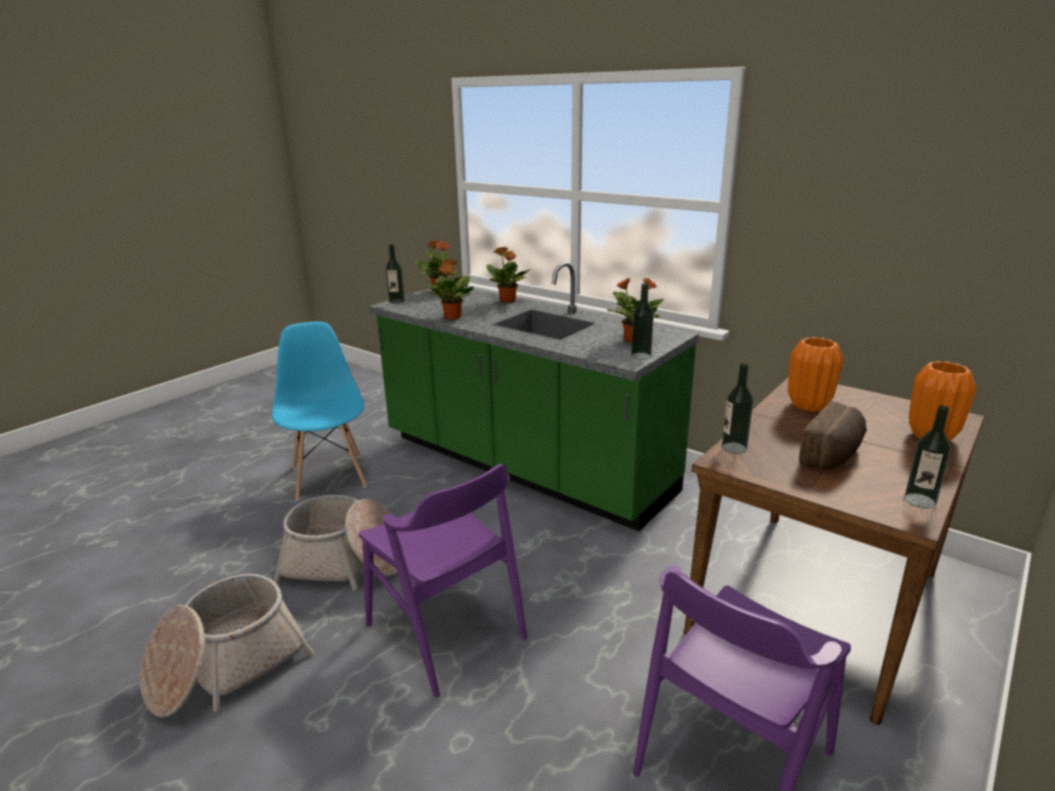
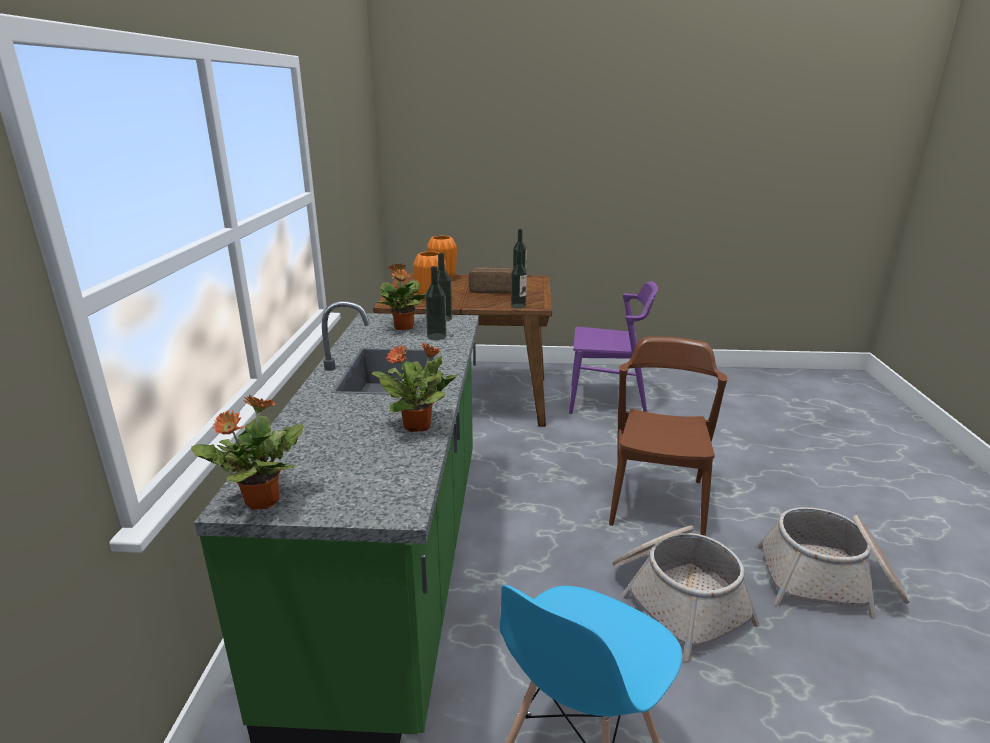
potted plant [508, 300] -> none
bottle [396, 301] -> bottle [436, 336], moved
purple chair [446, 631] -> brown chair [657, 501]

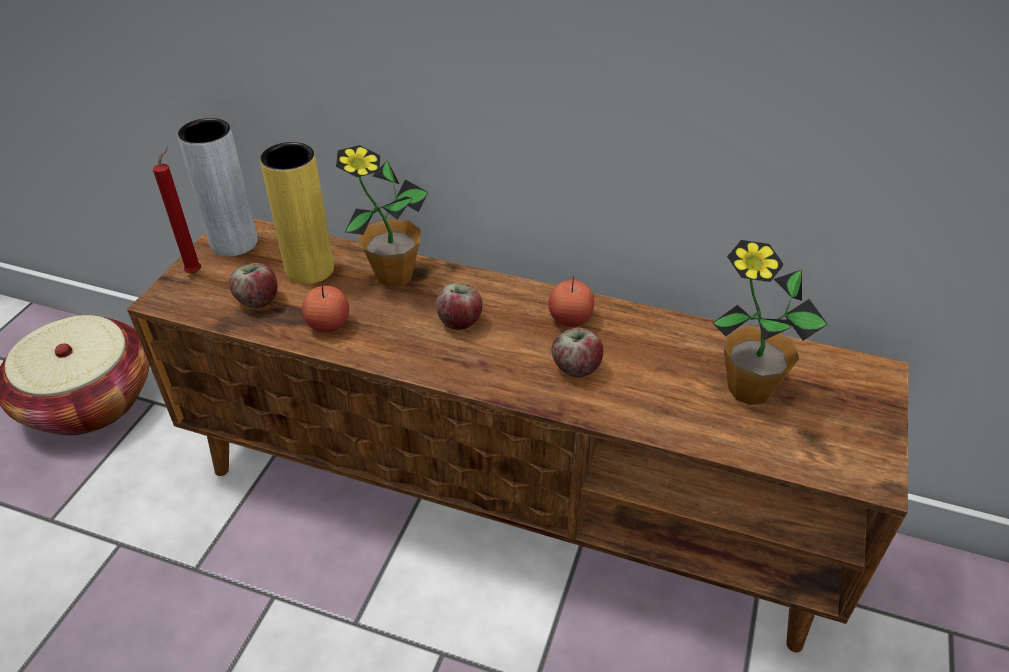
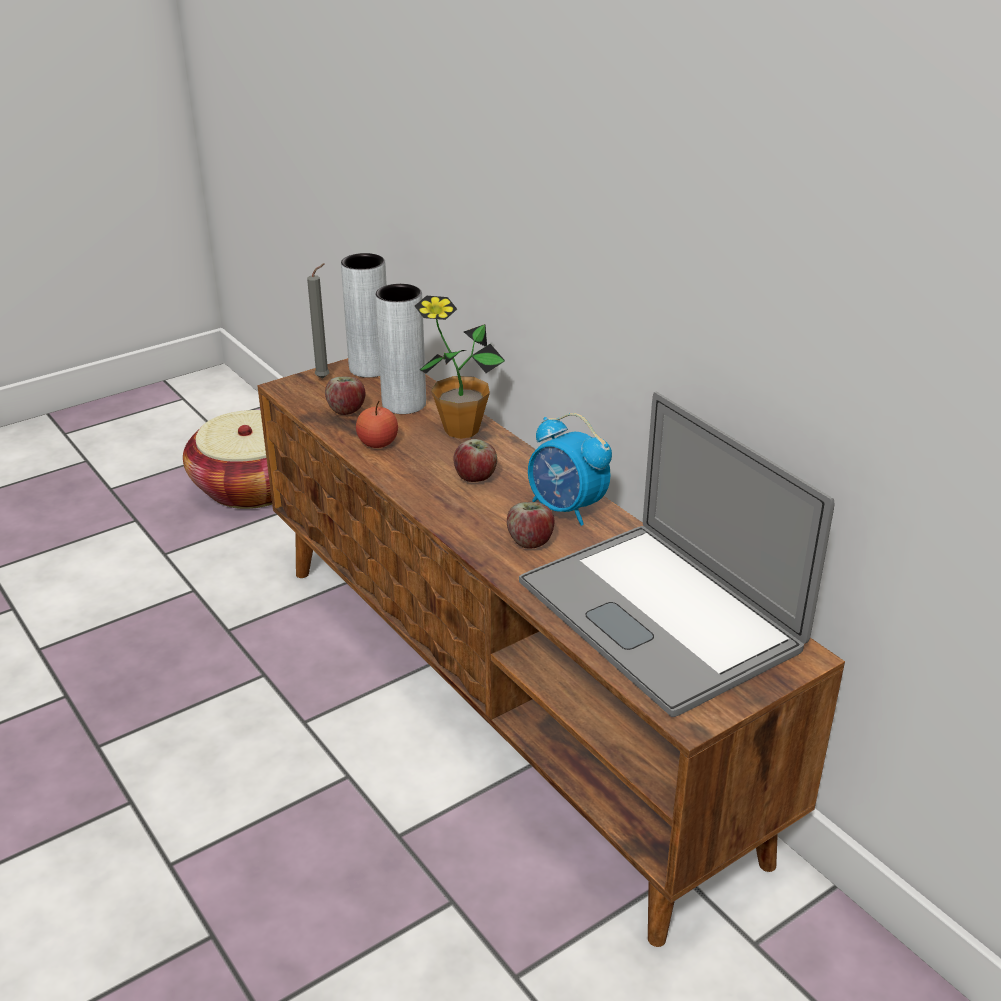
apple [570, 319] -> alarm clock [566, 509]
potted plant [749, 389] -> laptop [658, 615]
red candle [196, 271] -> grey candle [325, 378]
yellow vase [310, 269] -> grey vase [404, 404]

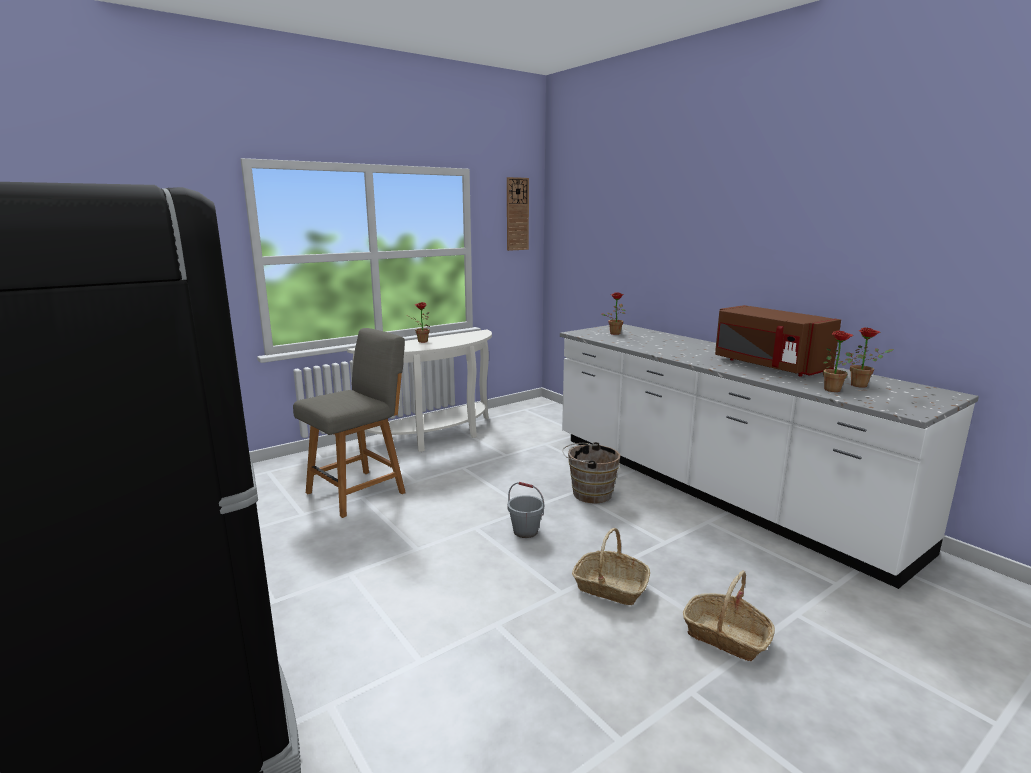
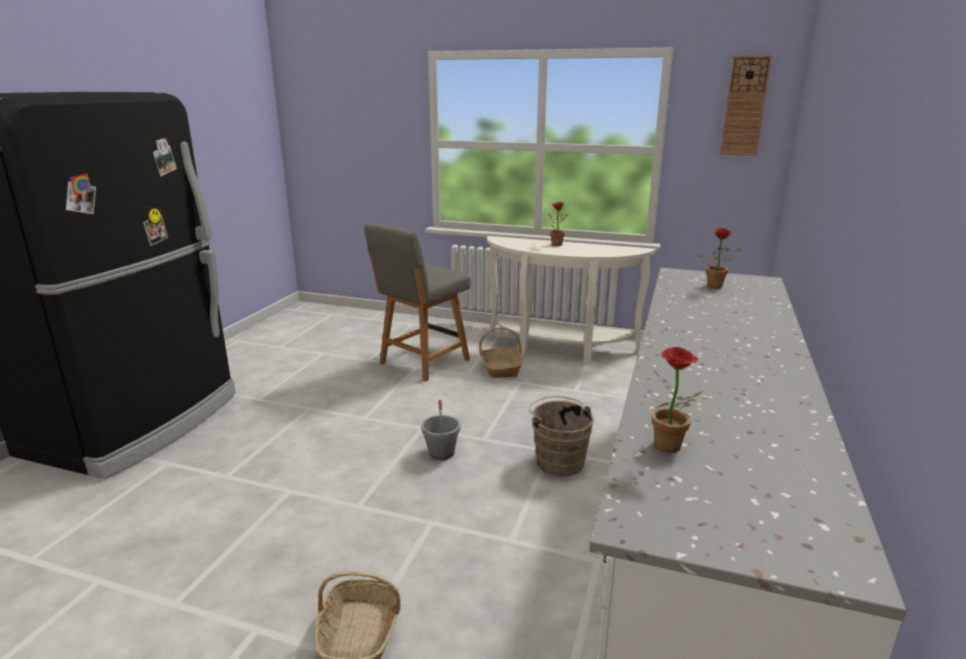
brown microwave [767, 365] -> none
potted plant [862, 385] -> none
basket [610, 587] -> basket [501, 368], moved
grey chair [359, 491] -> grey chair [422, 363], 120 degrees clockwise

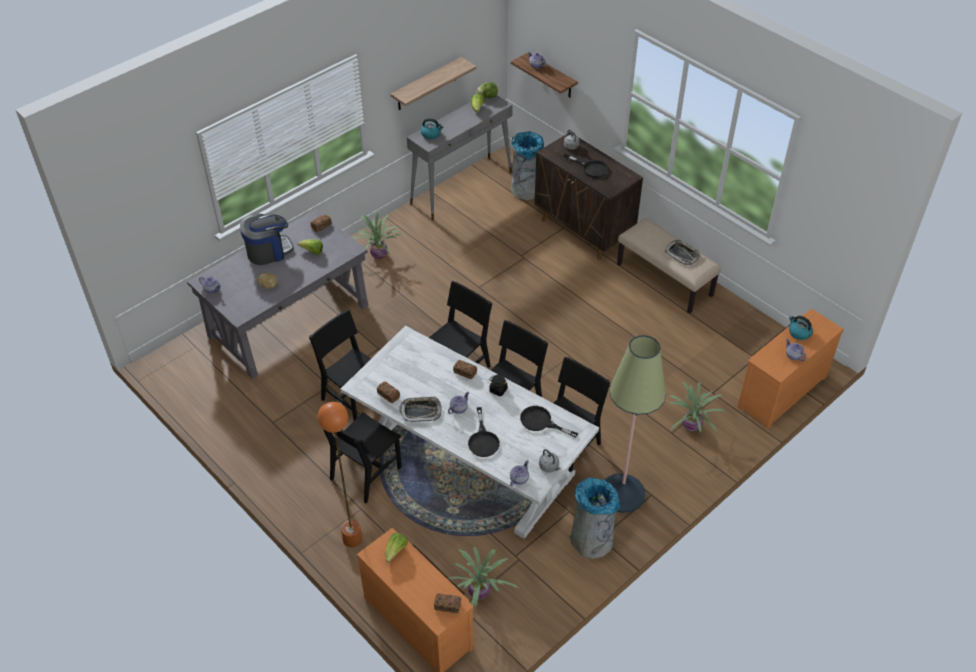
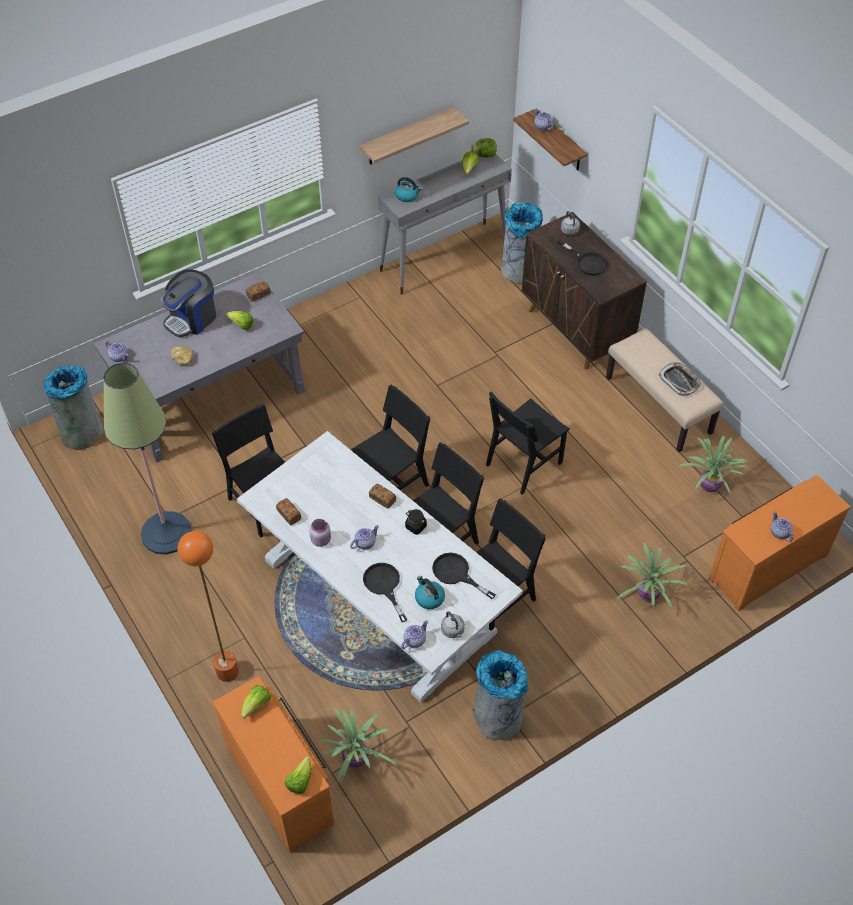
none -> grey trash can [82, 433]
black chair [365, 473] -> black chair [524, 463], moved
potted plant [379, 254] -> potted plant [710, 485], moved
floor lamp [622, 493] -> floor lamp [166, 533], moved
kettle [799, 333] -> kettle [429, 598], moved
tray [421, 411] -> pink jar [321, 540]
bread [447, 606] -> lettuce [300, 781]
coffee machine [268, 251] -> coffee machine [192, 319], 150 degrees clockwise
black frying pan [483, 440] -> black frying pan [384, 586], 150 degrees clockwise

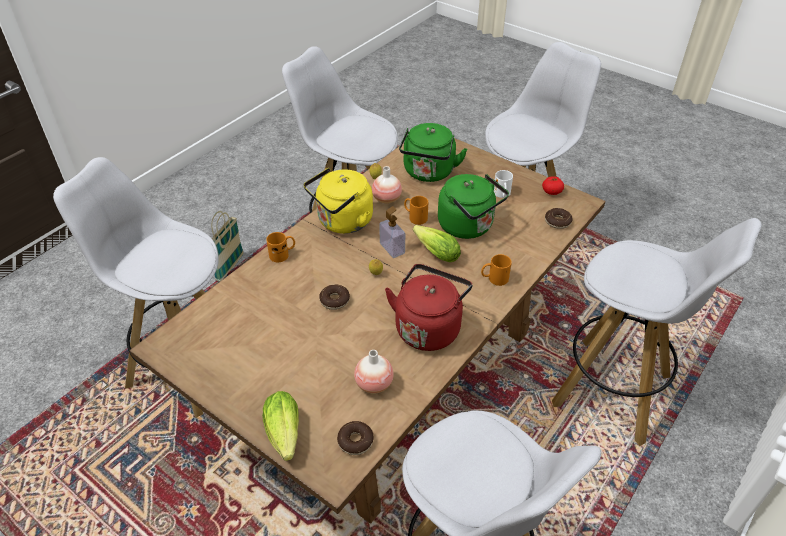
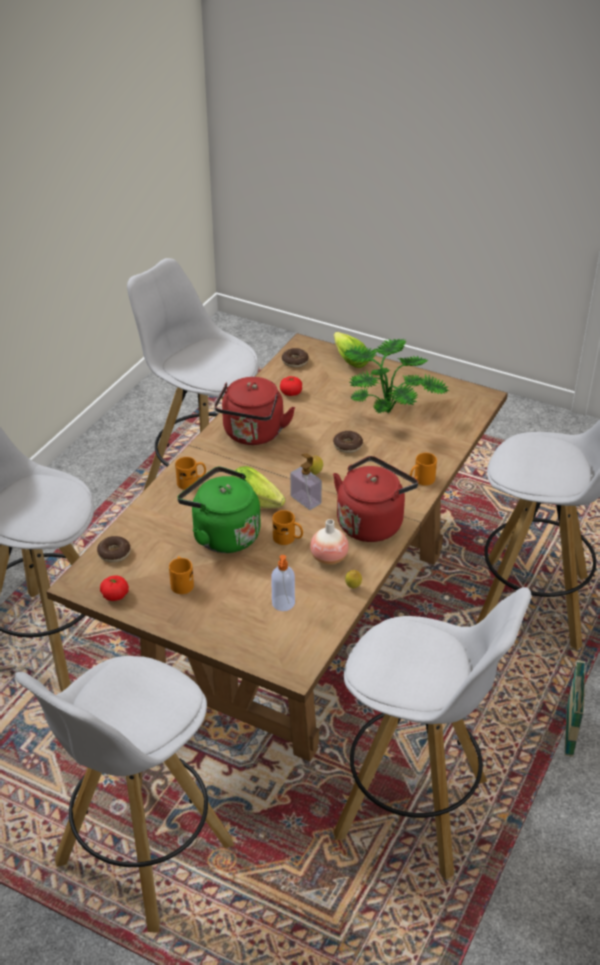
none -> potted plant [390, 408]
vase [374, 384] -> tomato [291, 393]
green kettle [428, 173] -> soap dispenser [283, 604]
yellow kettle [342, 222] -> red kettle [372, 522]
white mug [502, 194] -> orange mug [181, 582]

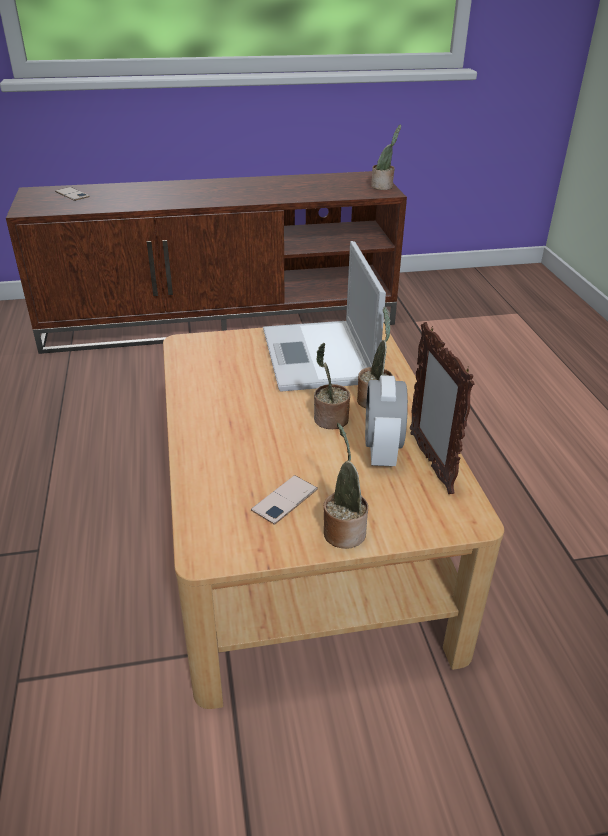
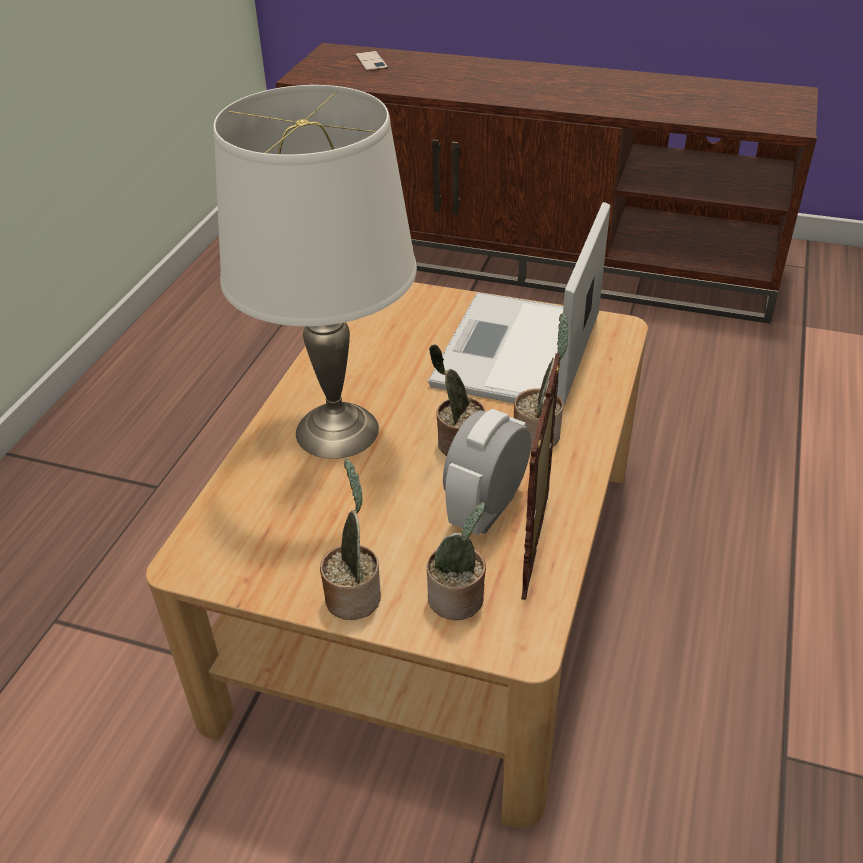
phone [285, 500] -> none
none -> white table lamp [336, 431]
potted plant [383, 187] -> potted plant [458, 601], moved

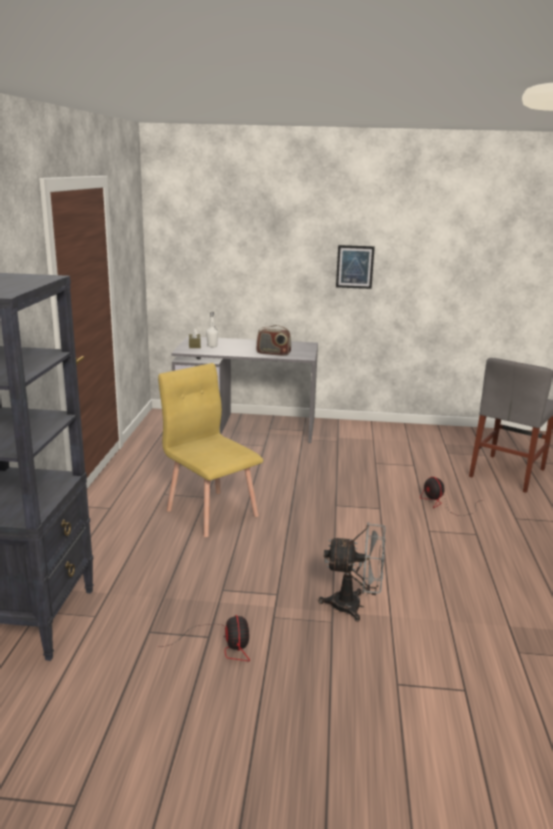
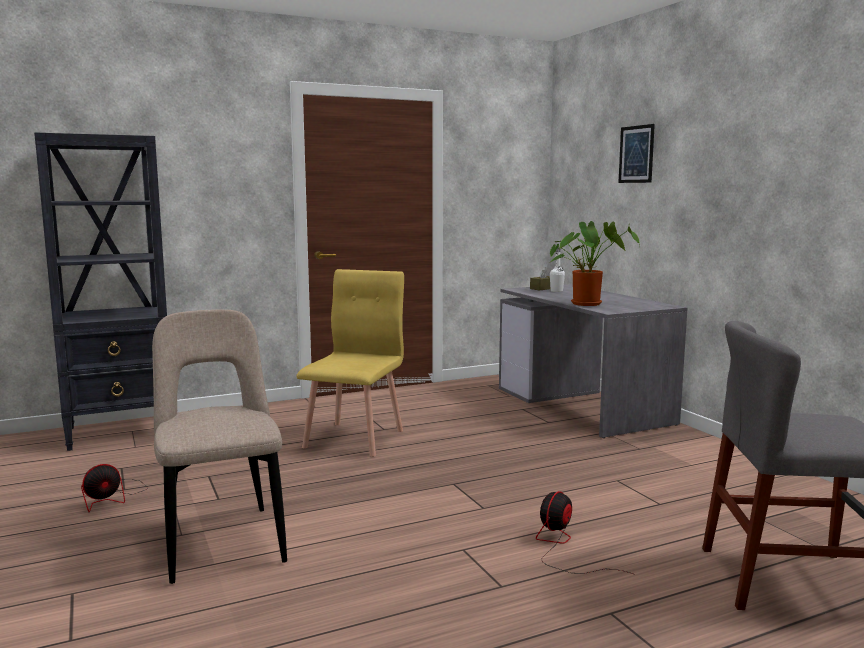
picture [355, 267] -> picture [636, 154], moved
radio [273, 353] -> potted plant [588, 303]
grey fan [354, 606] -> beige chair [222, 539]

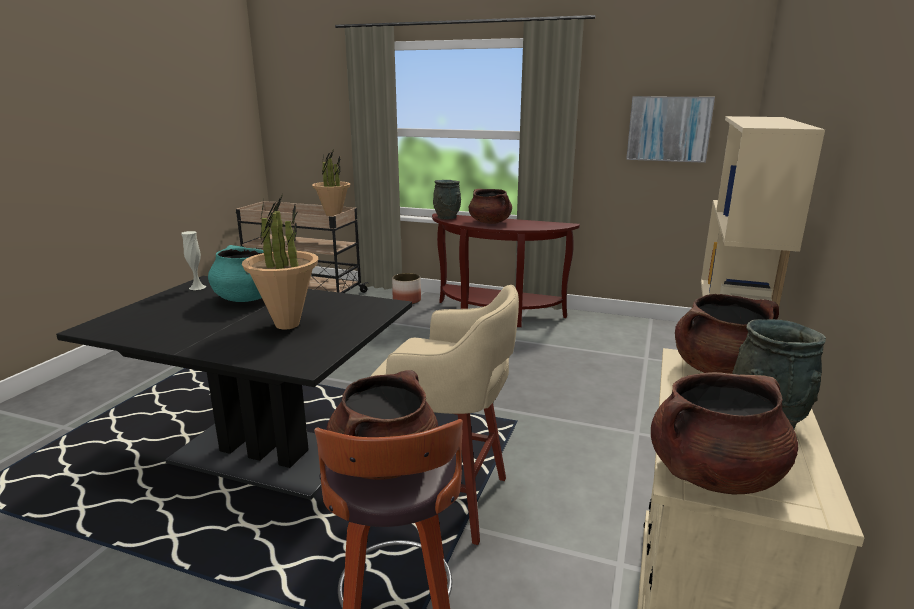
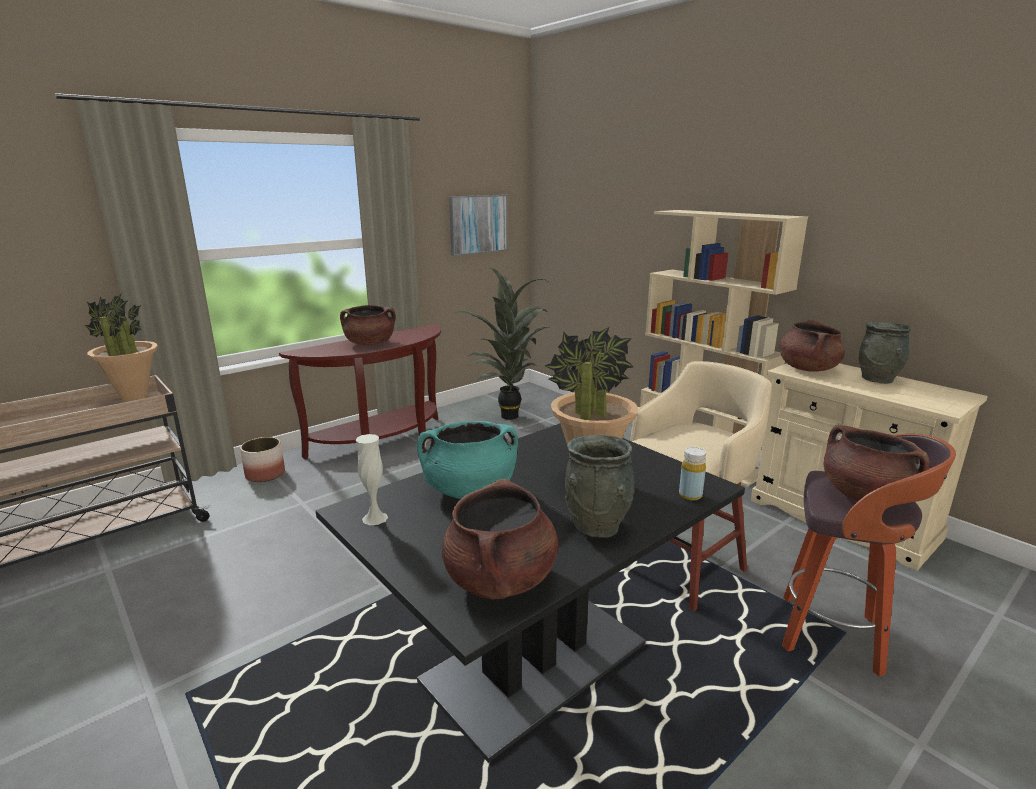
none -> potted plant [508, 414]
none -> yellow bottle [690, 495]
grey vase [447, 217] -> grey vase [597, 525], moved
brown cooking pot [713, 475] -> brown cooking pot [500, 579], moved

